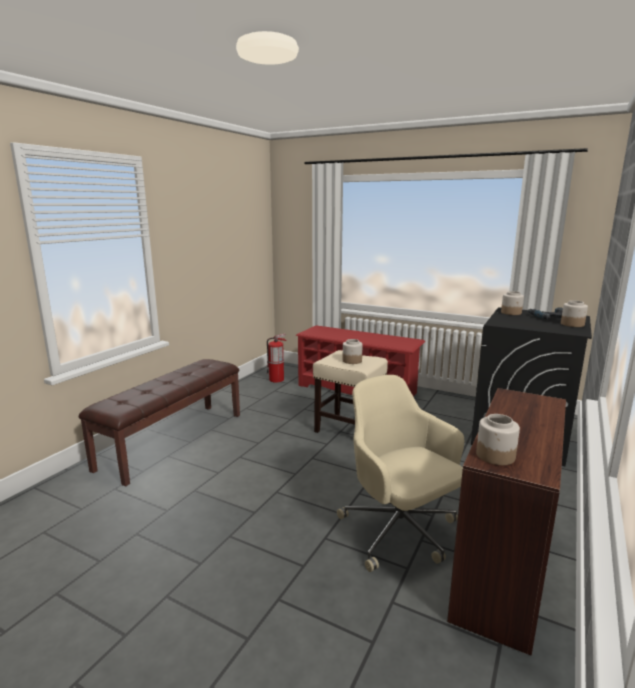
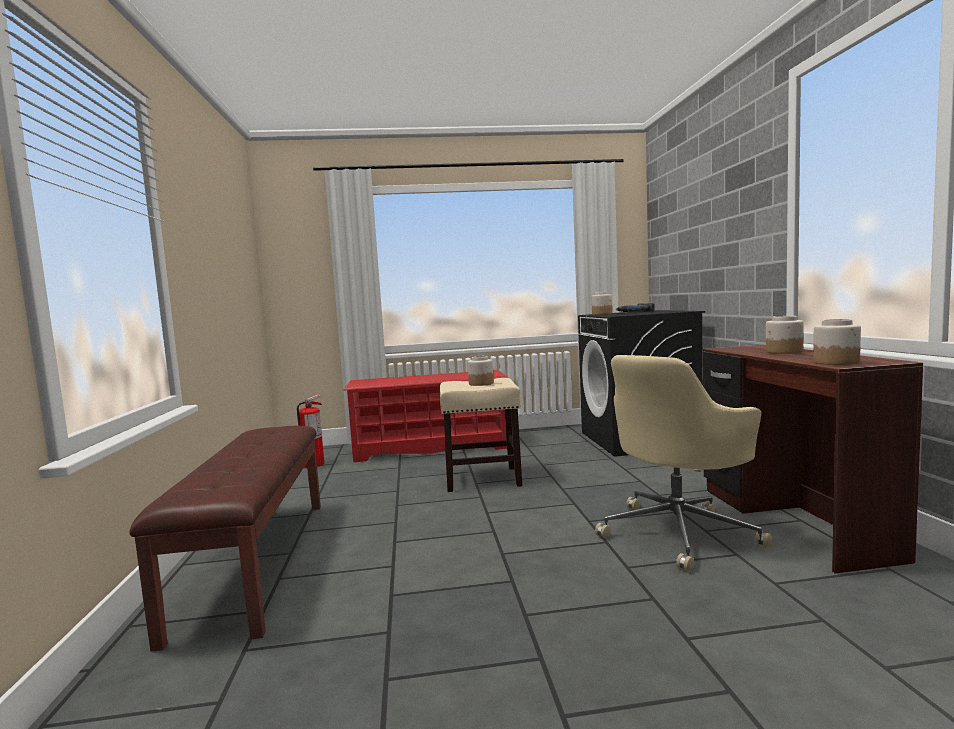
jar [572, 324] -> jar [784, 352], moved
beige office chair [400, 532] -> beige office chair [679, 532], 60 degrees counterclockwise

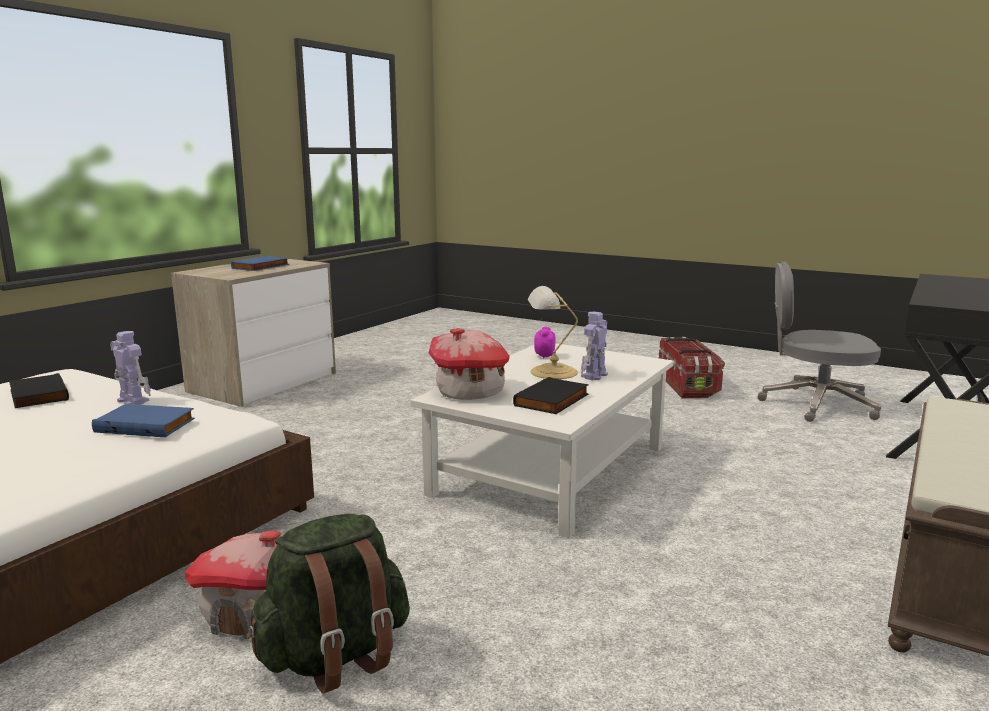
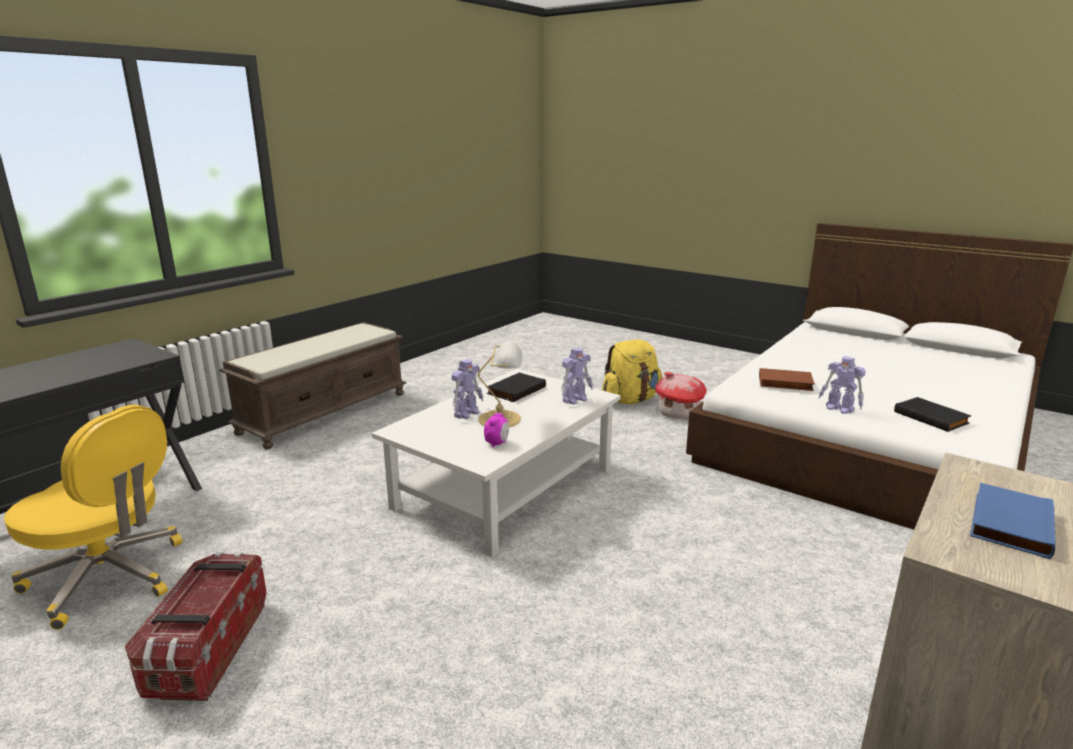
toy house [470, 392] -> toy robot [575, 399]
blue book [147, 425] -> brown book [785, 383]
green backpack [335, 656] -> yellow backpack [630, 400]
grey office chair [815, 404] -> yellow office chair [109, 578]

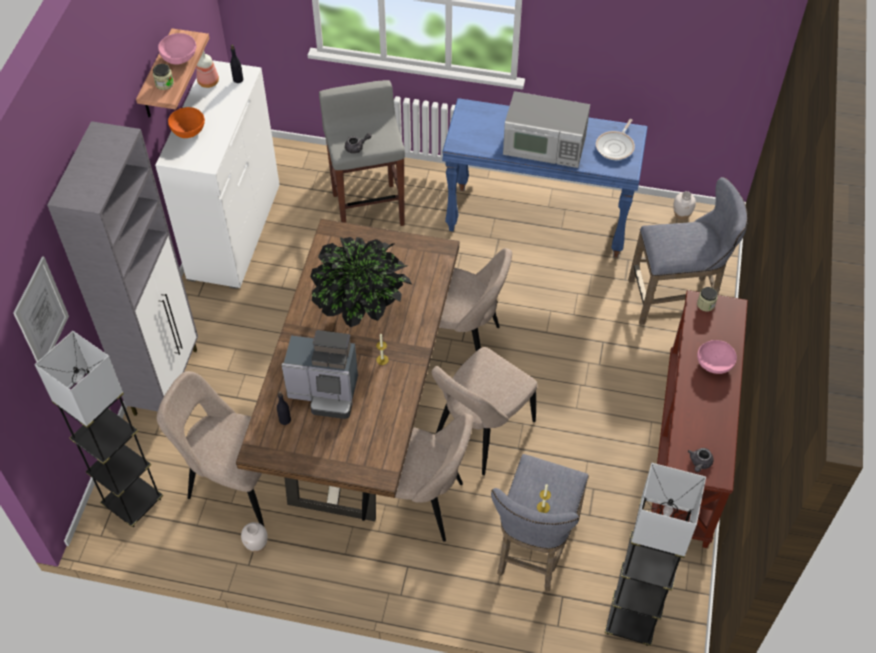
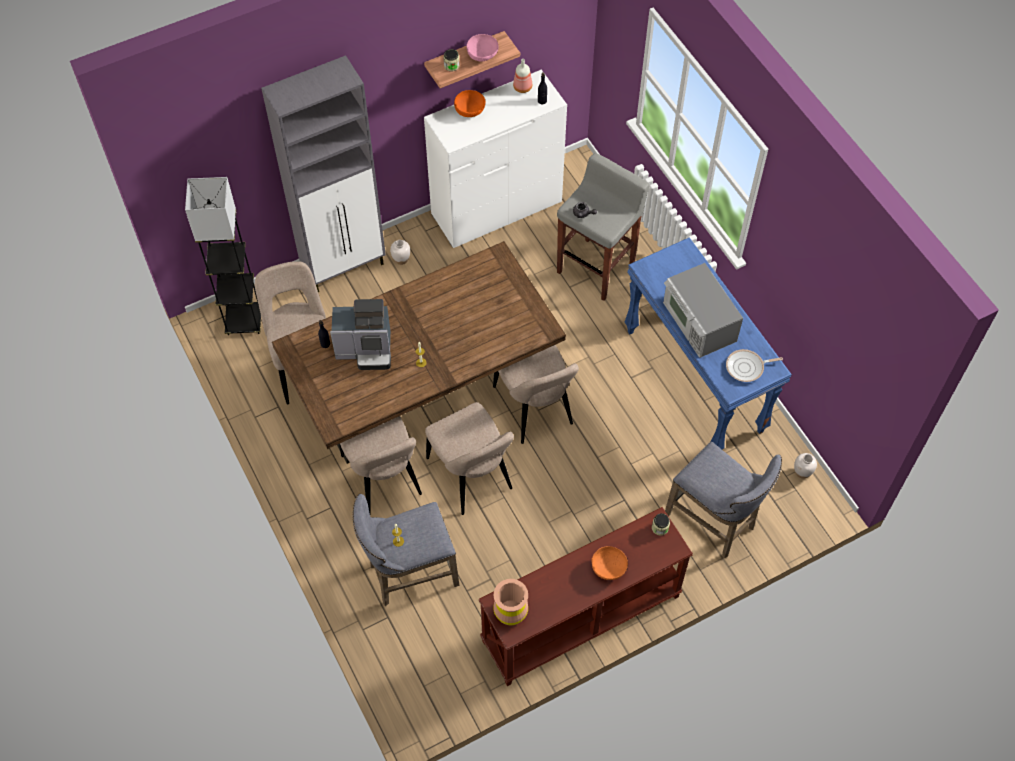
picture [41, 314] -> none
potted plant [362, 308] -> none
grey floor lamp [631, 620] -> none
white vase [257, 545] -> white vase [401, 260], moved
grey teapot [699, 463] -> brown vase [510, 612]
pink bowl [714, 364] -> orange bowl [608, 568]
coffee machine [325, 392] -> coffee machine [366, 350], 60 degrees counterclockwise
beige chair [480, 433] -> beige chair [471, 477], 120 degrees counterclockwise

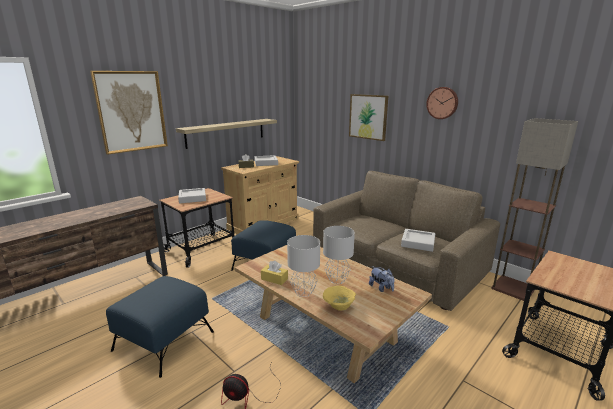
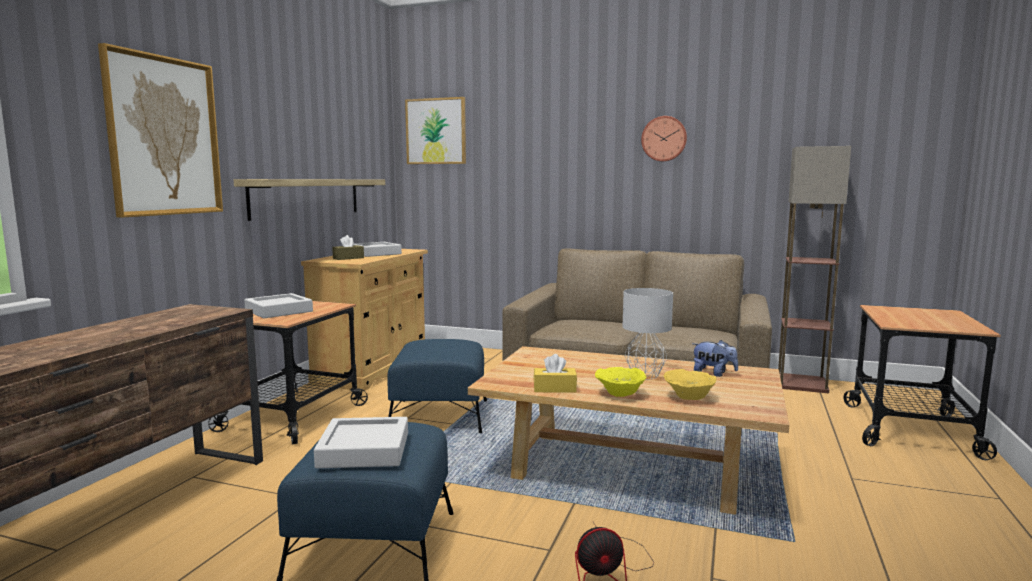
picture [368, 117] -> picture [436, 131], moved
grey tray [418, 243] -> grey tray [364, 450], moved
grey table lamp [303, 292] -> yellow bowl [619, 393]

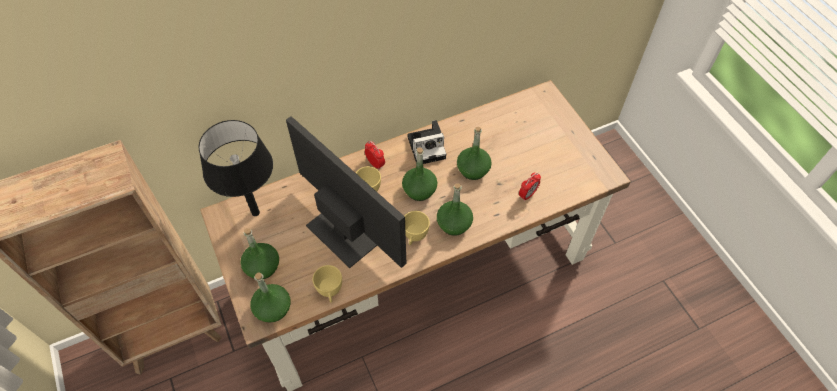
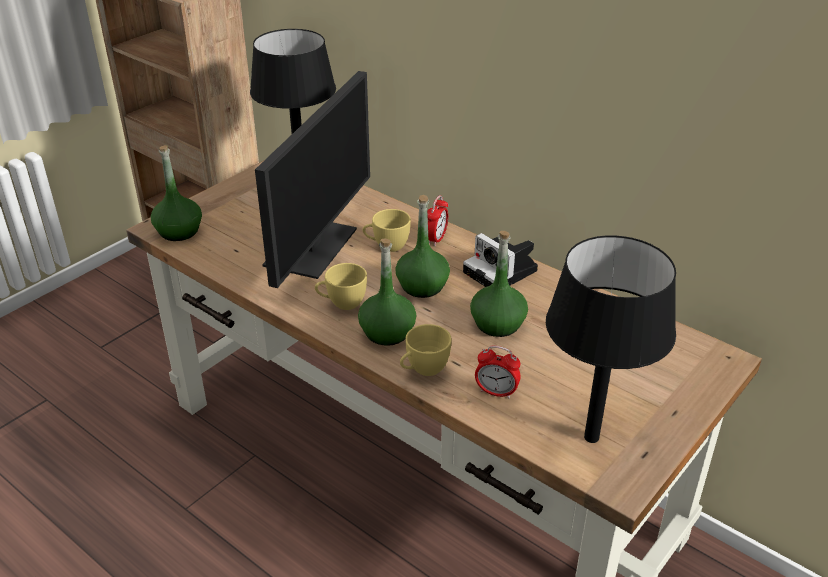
green bottle [262, 266] -> none
none -> black table lamp [591, 437]
yellow cup [330, 292] -> yellow cup [423, 370], moved

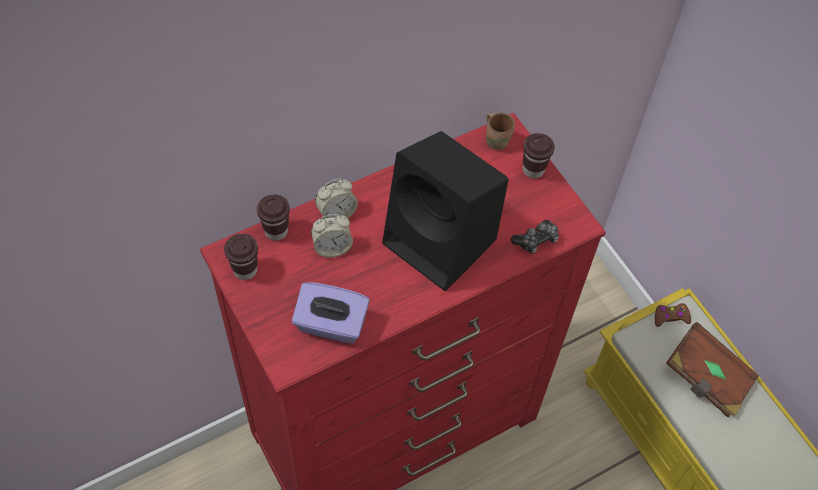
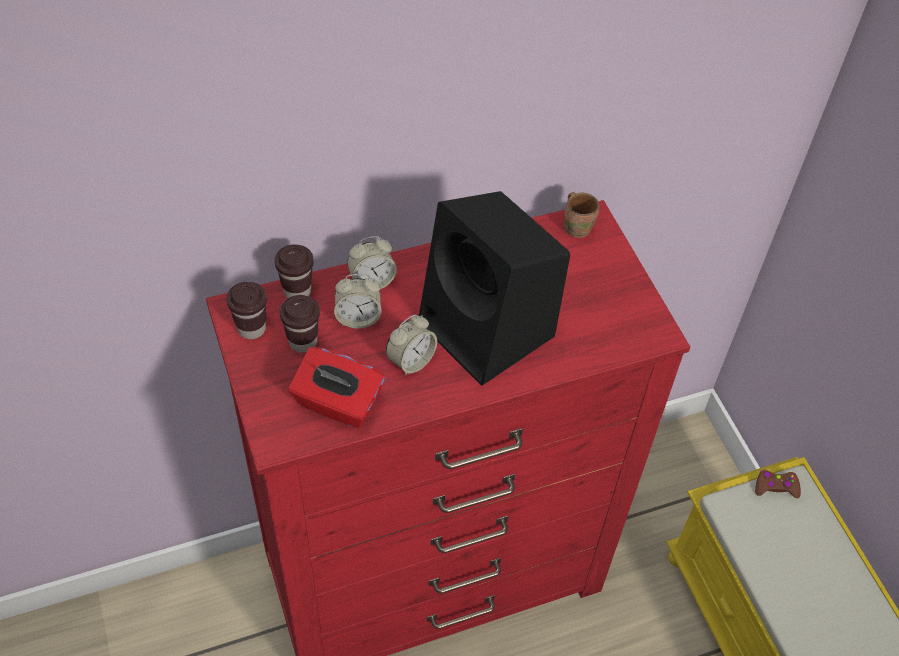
game controller [536, 240] -> none
brown book [707, 378] -> none
none -> alarm clock [411, 361]
brown cup [533, 170] -> brown cup [303, 342], moved
purple tissue box [331, 325] -> red tissue box [337, 403]

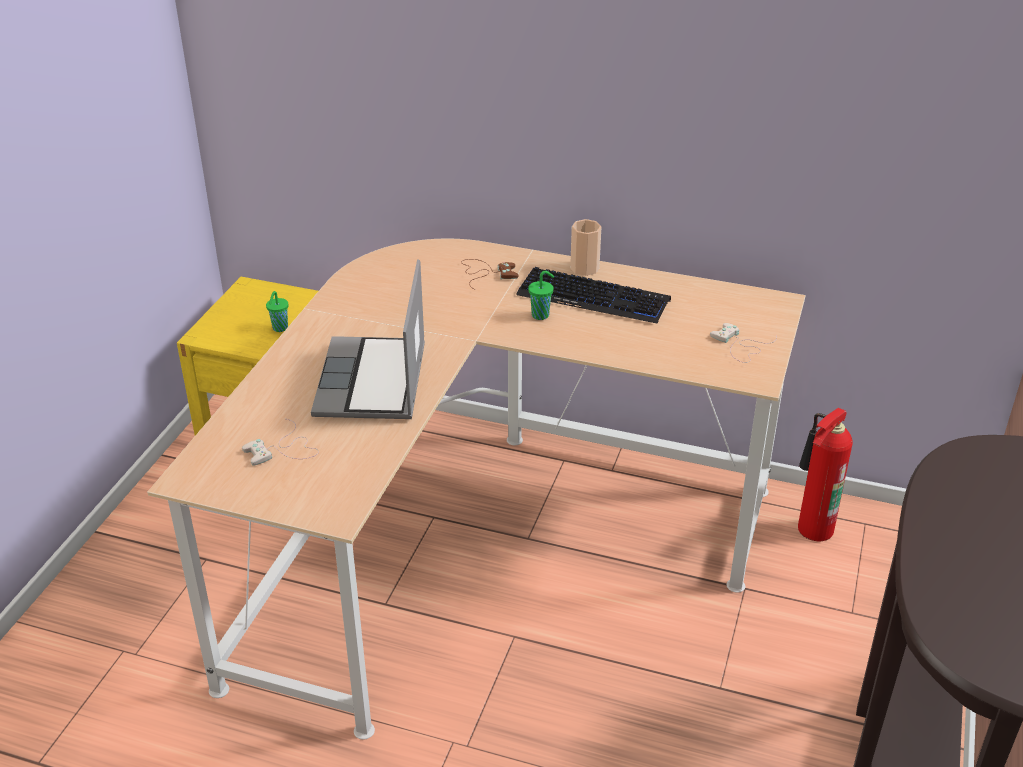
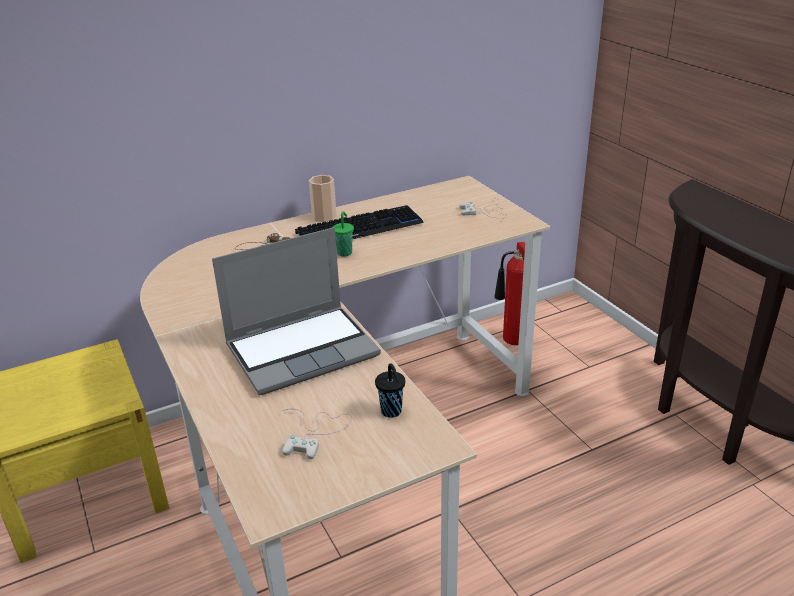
green cup [279, 328] -> none
none -> black cup [392, 412]
laptop [373, 382] -> laptop [303, 349], 75 degrees counterclockwise

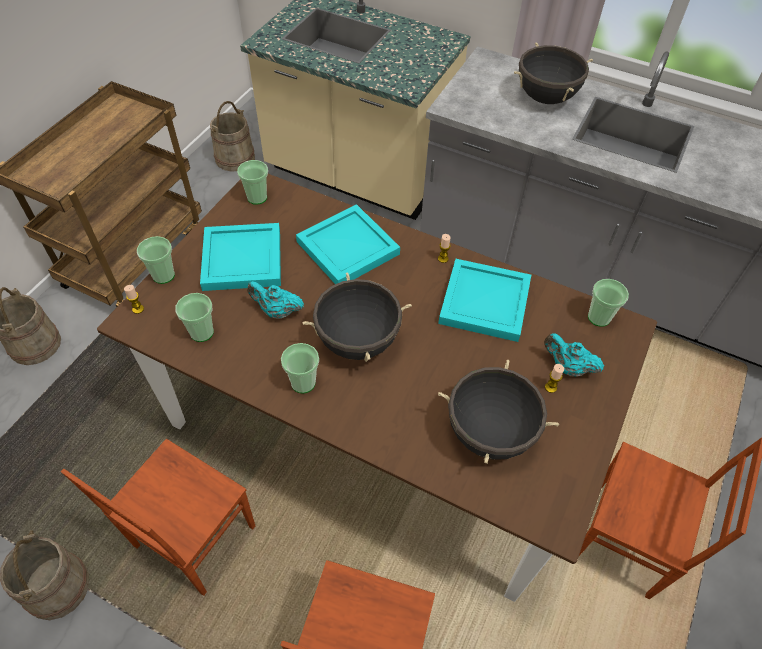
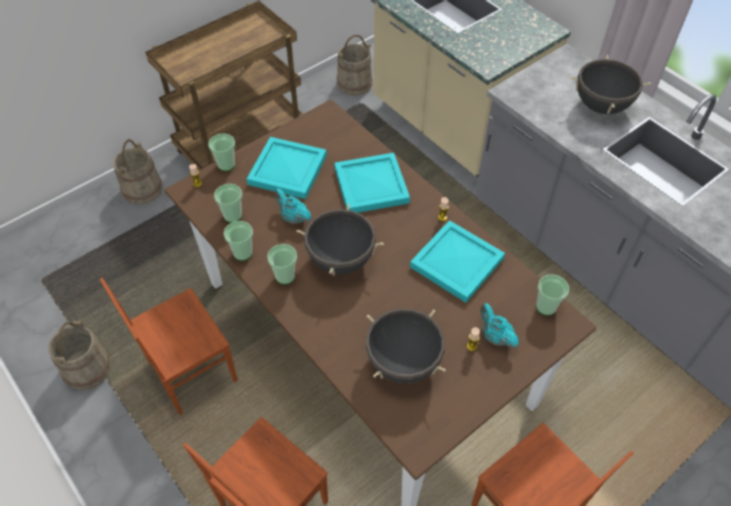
cup [257, 197] -> cup [242, 253], moved

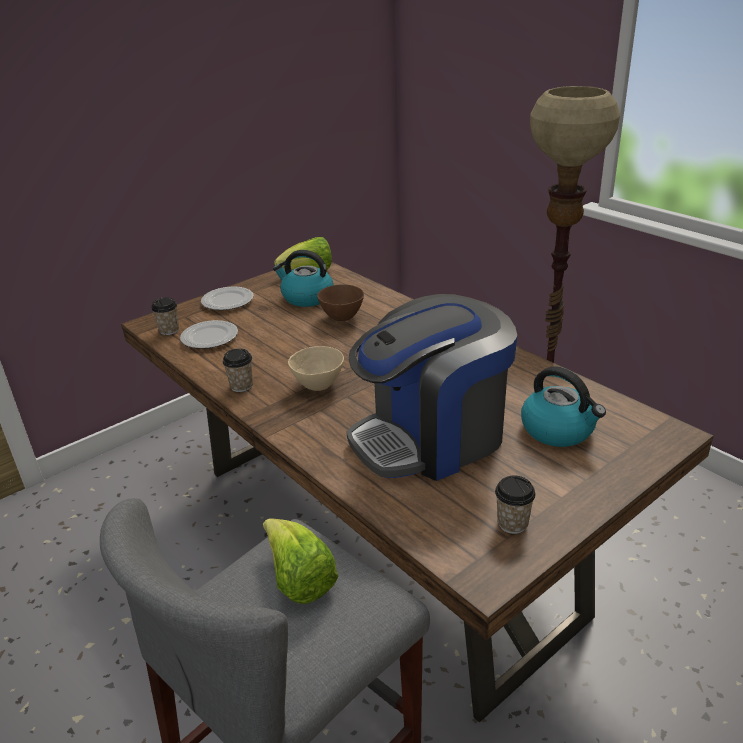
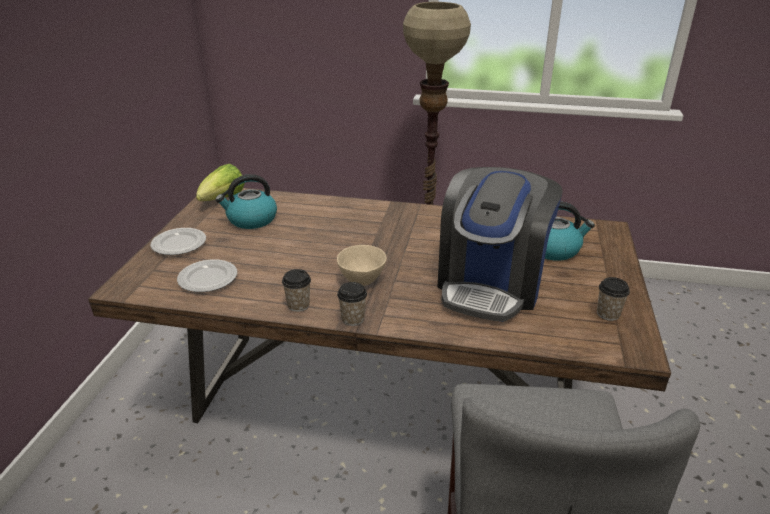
lettuce [299, 579] -> none
brown bowl [342, 318] -> none
cup [169, 330] -> cup [353, 319], moved

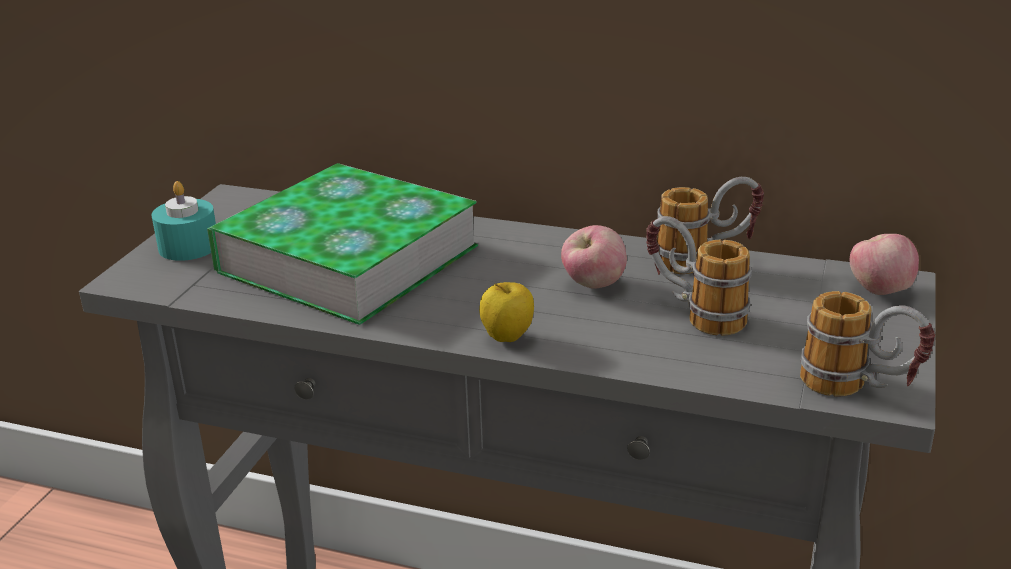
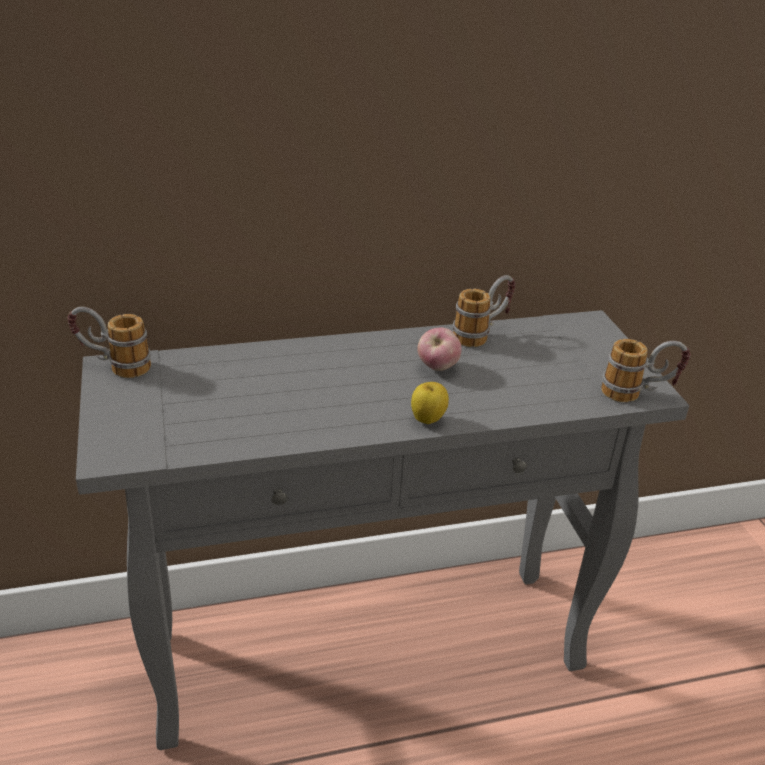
turquoise candle [188, 246] -> none
book [348, 258] -> none
apple [879, 291] -> none
mug [693, 313] -> mug [113, 366], moved

